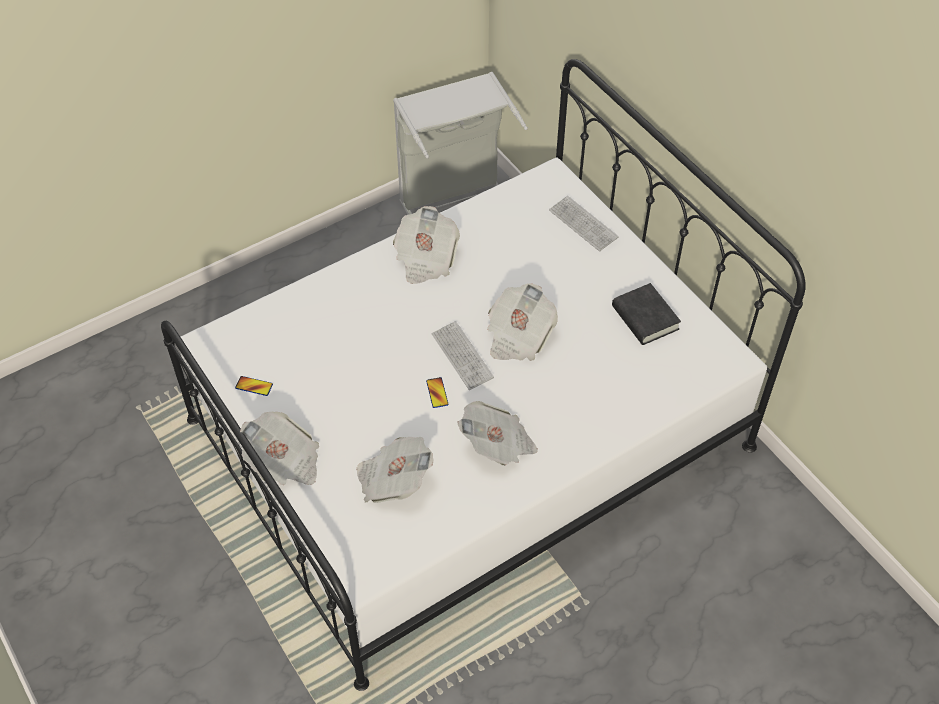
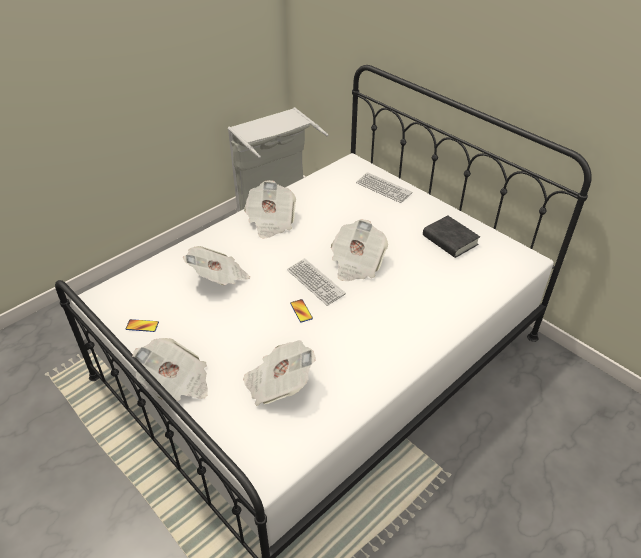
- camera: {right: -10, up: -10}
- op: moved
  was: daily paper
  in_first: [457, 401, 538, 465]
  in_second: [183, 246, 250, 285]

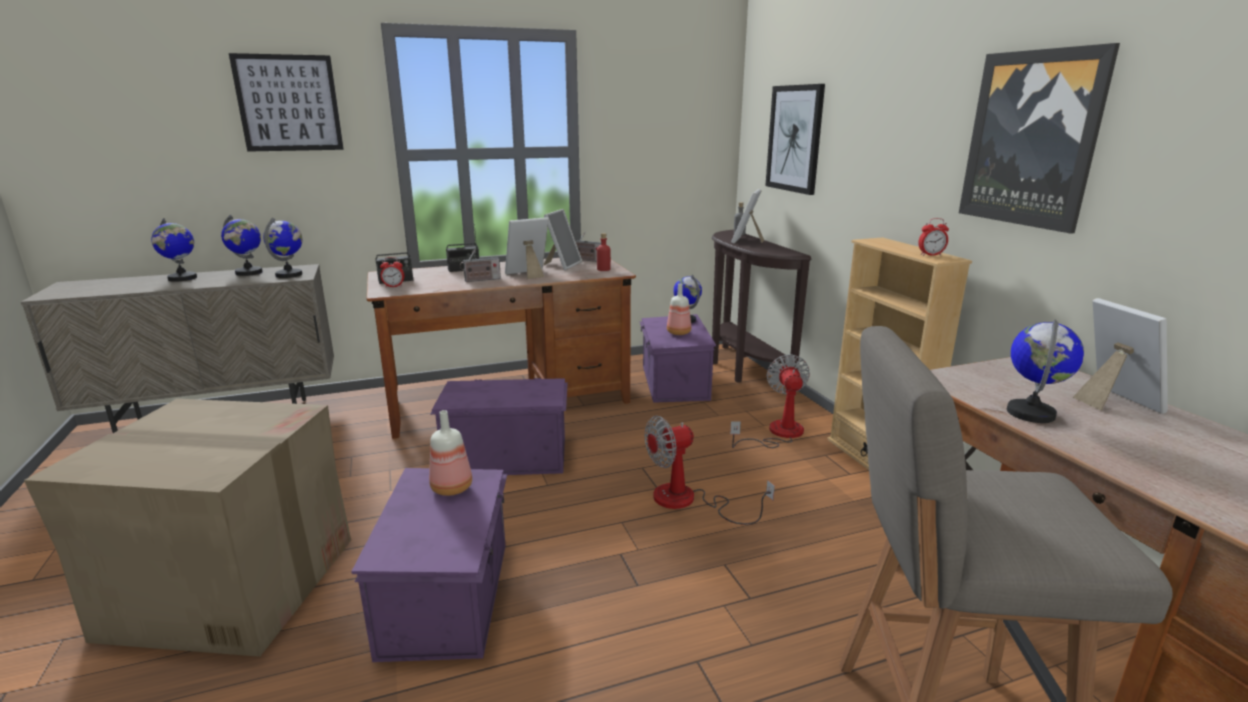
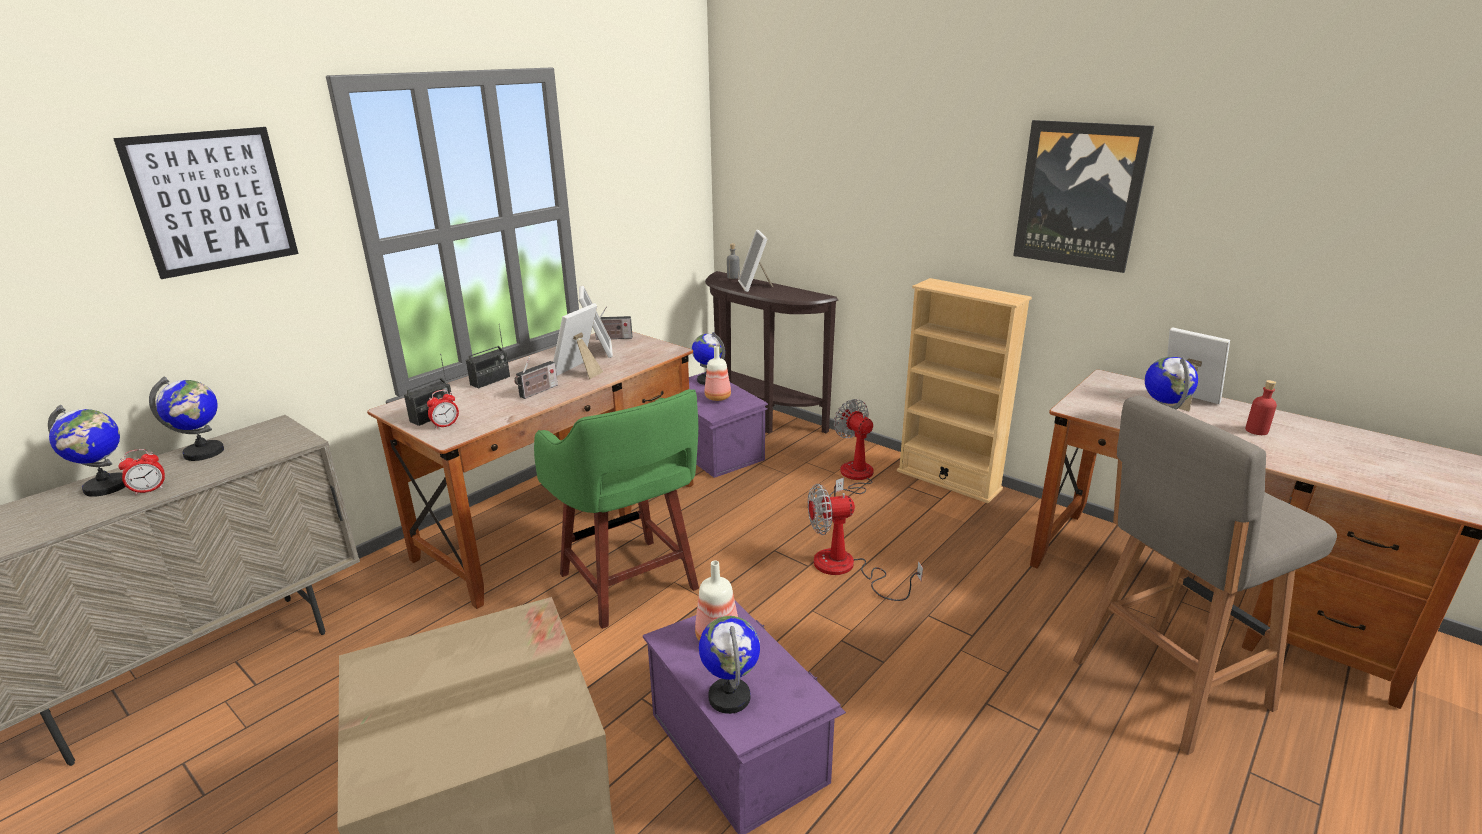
- camera: {right: -30, up: 5}
- op: removed
  was: picture
  in_first: [765, 84, 825, 195]
- op: moved
  was: desk globe
  in_first: [263, 218, 302, 278]
  in_second: [699, 616, 760, 714]
- op: moved
  was: drink bottle in reddish
  in_first: [597, 233, 611, 271]
  in_second: [1245, 380, 1277, 435]
- op: moved
  was: alarm clock
  in_first: [918, 218, 949, 256]
  in_second: [118, 449, 165, 495]
- op: replaced
  was: storage box in purplish
  now: stool seat in green
  in_first: [430, 378, 568, 475]
  in_second: [534, 389, 699, 629]
- op: turned
  was: electric fan
  in_first: [645, 416, 775, 525]
  in_second: [808, 484, 923, 601]
  clockwise: 45

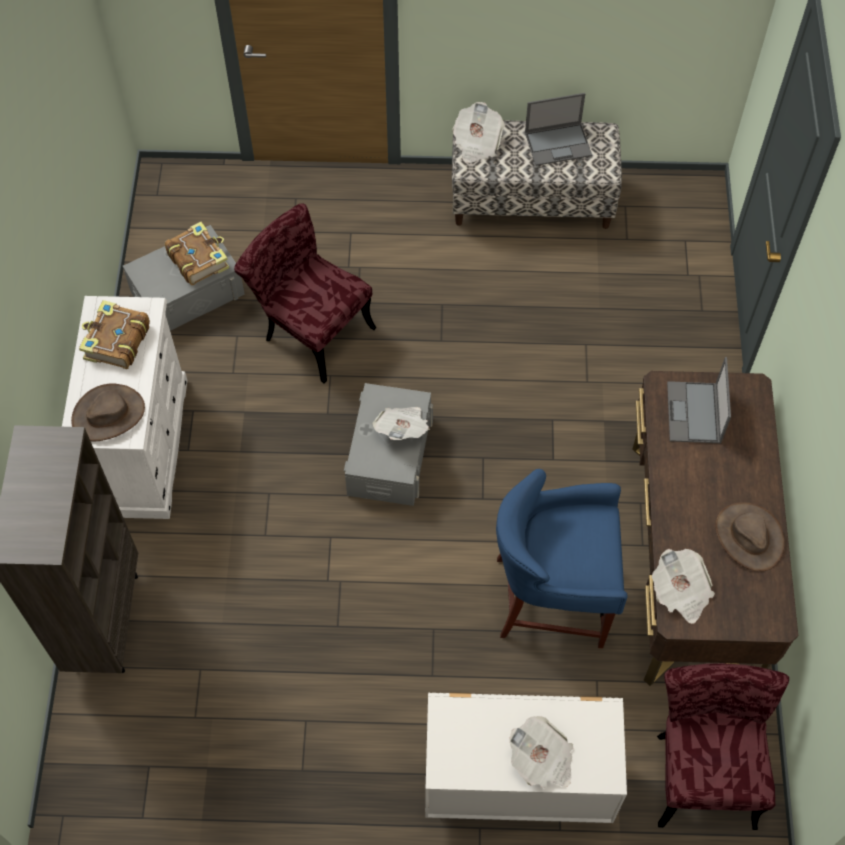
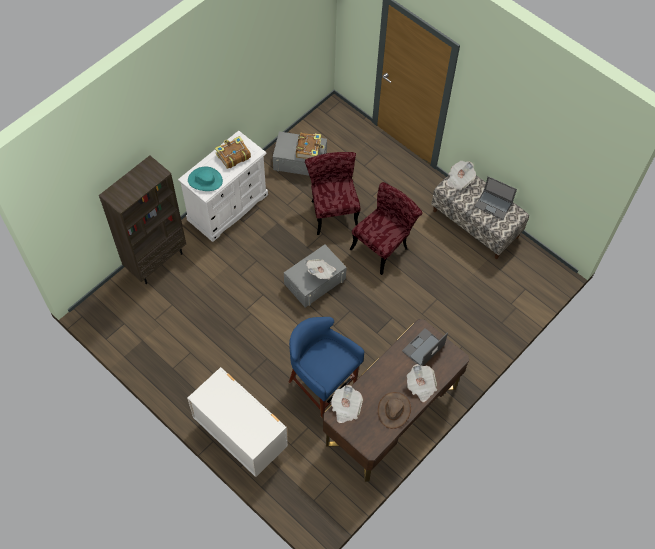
- camera: {right: 40, up: 0}
- op: moved
  was: daily paper
  in_first: [509, 716, 573, 788]
  in_second: [407, 364, 437, 402]
- op: moved
  was: chair in reddish
  in_first: [657, 663, 789, 830]
  in_second: [350, 182, 423, 275]
- op: recoloured
  was: hat in brown-coloured
  now: hat in blue-green
  in_first: [71, 383, 145, 441]
  in_second: [188, 166, 223, 191]

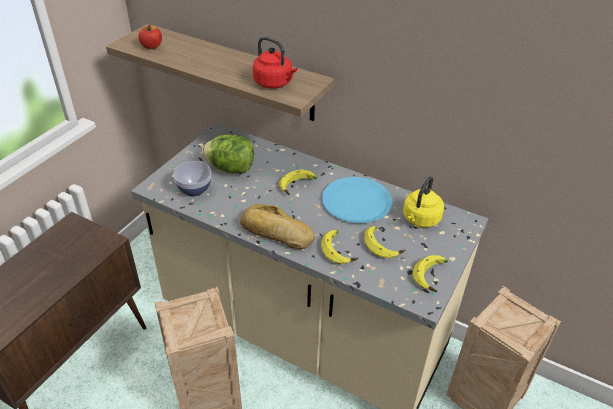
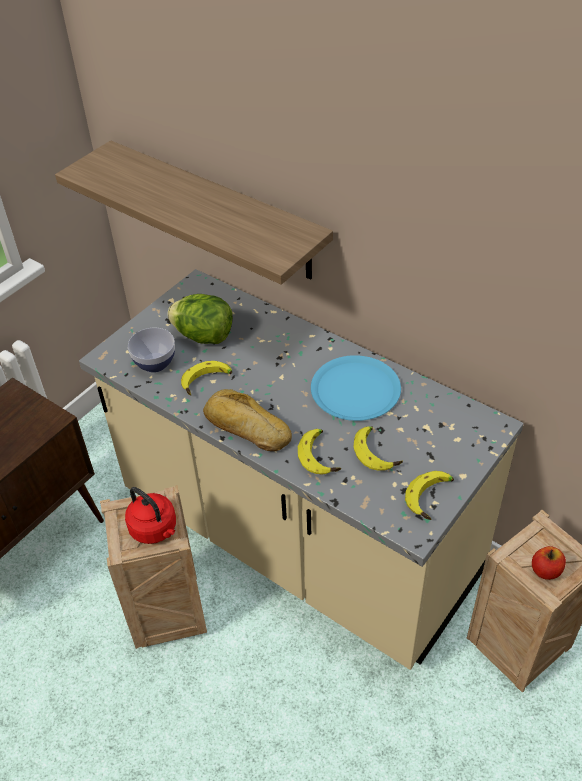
- camera: {right: 10, up: 5}
- op: removed
  was: water kettle in yellowish
  in_first: [403, 176, 444, 228]
- op: moved
  was: whole apple
  in_first: [138, 25, 162, 49]
  in_second: [532, 546, 566, 580]
- op: moved
  was: water kettle in reddish
  in_first: [253, 37, 297, 89]
  in_second: [125, 487, 176, 544]
- op: moved
  was: banana
  in_first: [279, 170, 317, 195]
  in_second: [181, 361, 232, 396]

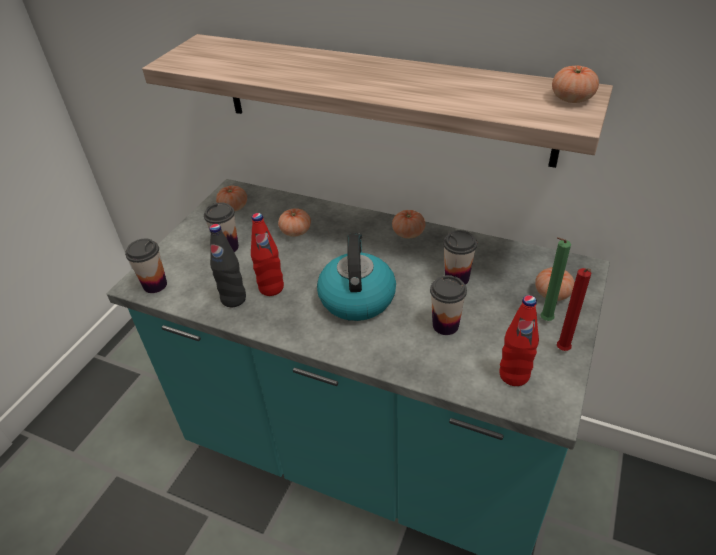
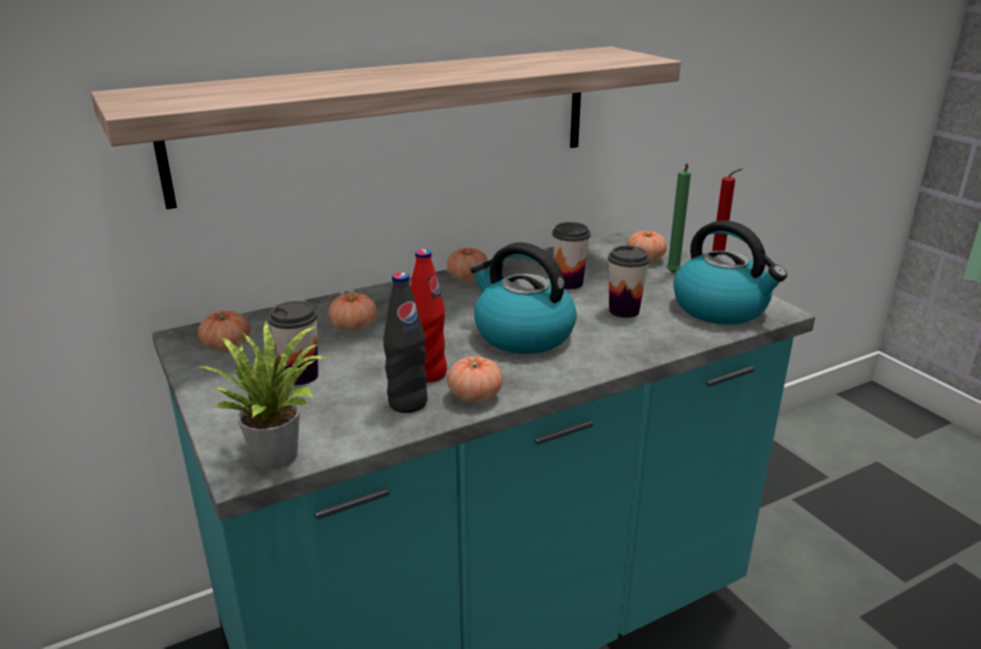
- camera: {right: -55, up: -15}
- op: moved
  was: fresh tomato
  in_first: [552, 65, 599, 103]
  in_second: [447, 356, 503, 403]
- op: replaced
  was: cup
  now: potted plant
  in_first: [125, 239, 167, 293]
  in_second: [198, 321, 328, 469]
- op: replaced
  was: drink bottle in reddish
  now: water kettle
  in_first: [499, 295, 539, 386]
  in_second: [673, 220, 787, 325]

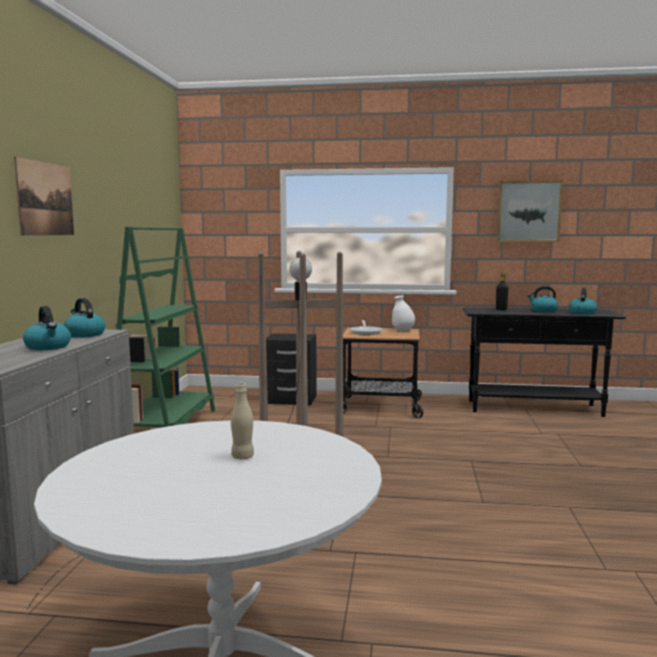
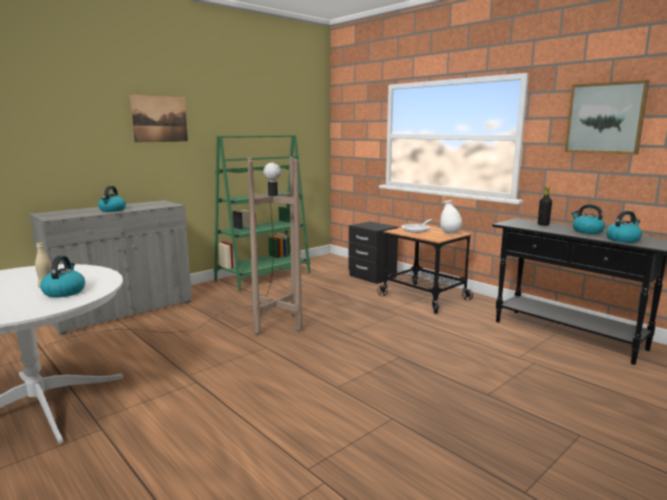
- camera: {right: 40, up: 5}
- op: moved
  was: water kettle
  in_first: [64, 298, 105, 338]
  in_second: [40, 256, 85, 298]

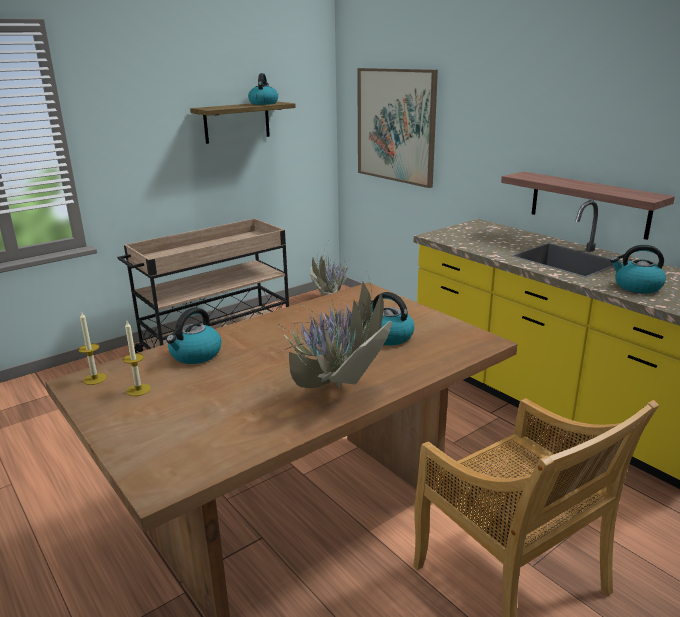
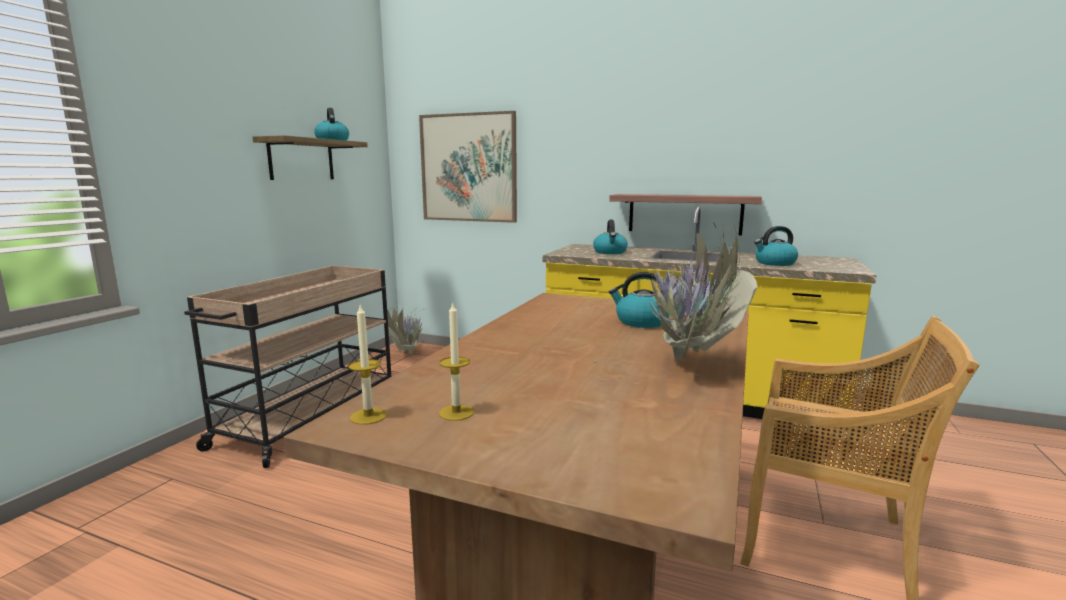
- camera: {right: -30, up: -10}
- op: moved
  was: water kettle
  in_first: [166, 307, 222, 364]
  in_second: [593, 220, 628, 254]

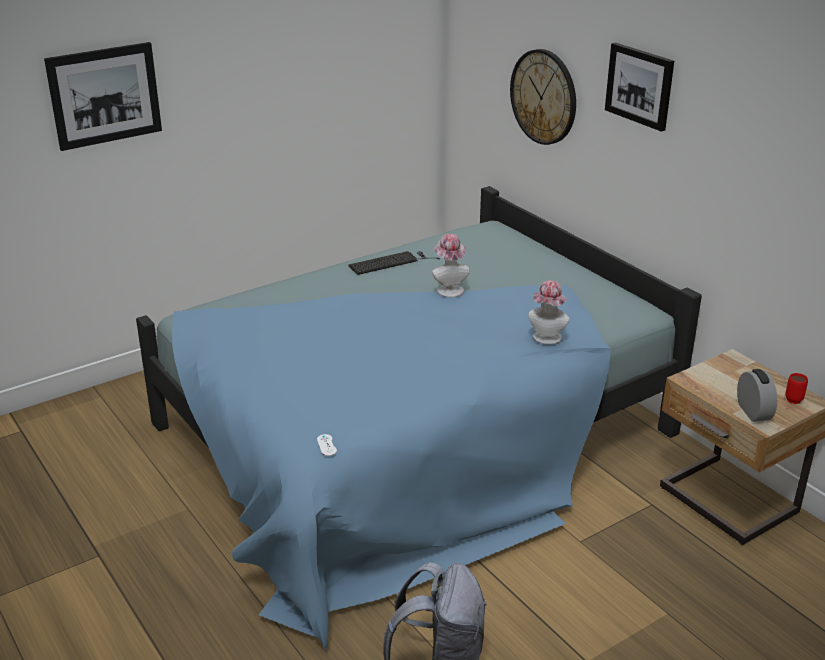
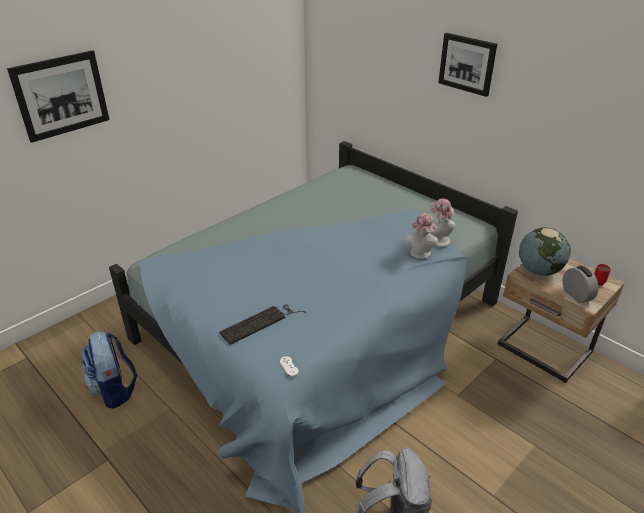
- camera: {right: -10, up: 5}
- op: removed
  was: wall clock
  in_first: [510, 49, 576, 145]
- op: added
  now: backpack
  in_second: [81, 331, 137, 409]
- op: added
  now: desk globe
  in_second: [519, 227, 571, 276]
- op: moved
  was: keyboard
  in_first: [349, 251, 440, 275]
  in_second: [219, 305, 306, 345]
- op: moved
  was: hat
  in_first: [432, 234, 470, 297]
  in_second: [430, 199, 455, 246]

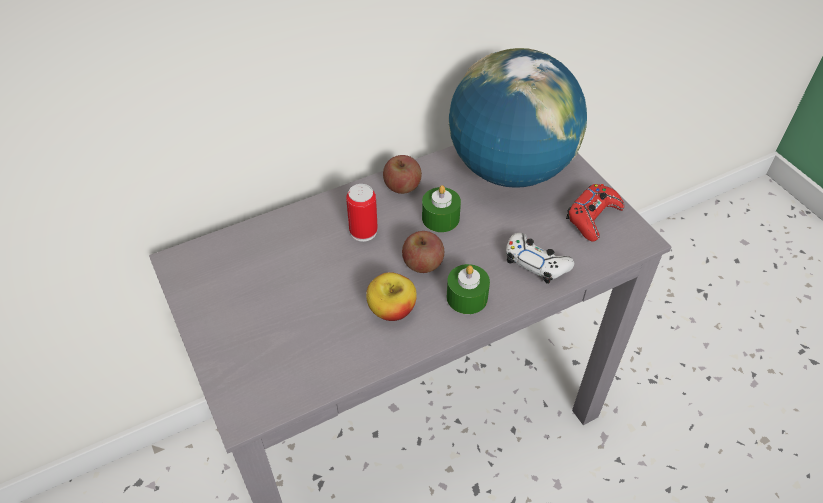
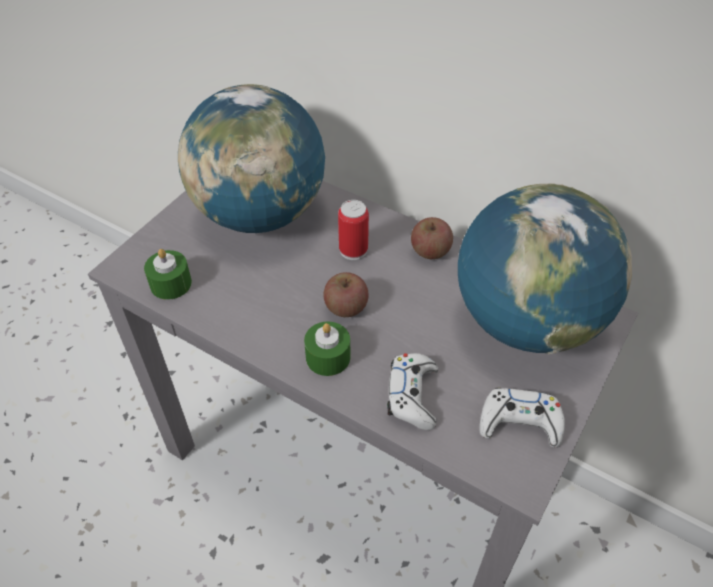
- camera: {right: 60, up: 0}
- op: removed
  was: whole apple
  in_first: [366, 272, 417, 321]
- op: added
  now: desk globe
  in_second: [178, 84, 325, 233]
- op: moved
  was: wax light in green
  in_first: [422, 185, 461, 232]
  in_second: [144, 249, 192, 300]
- op: recoloured
  was: gamepad in reddish
  now: gamepad in white
  in_first: [566, 184, 624, 242]
  in_second: [479, 388, 565, 448]

